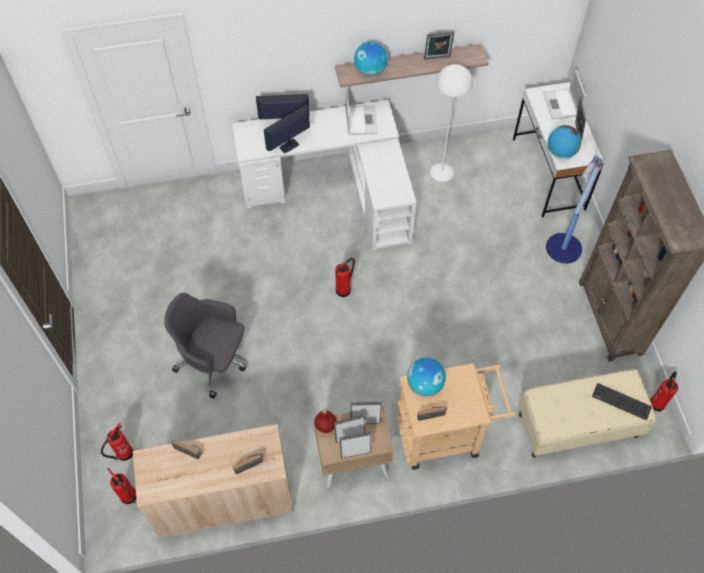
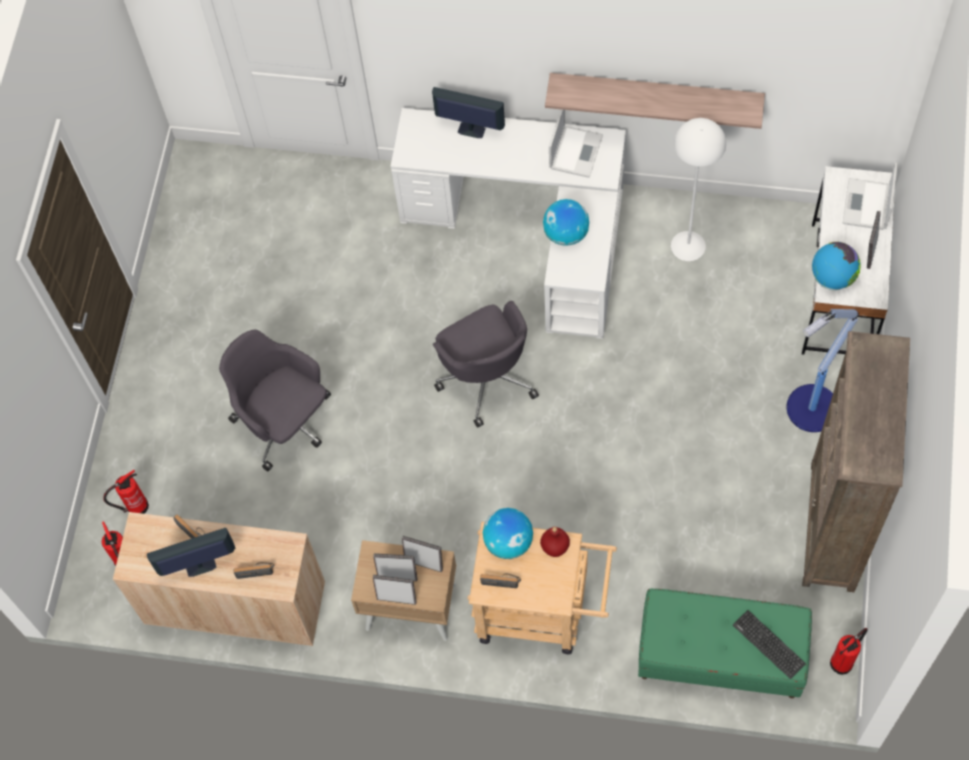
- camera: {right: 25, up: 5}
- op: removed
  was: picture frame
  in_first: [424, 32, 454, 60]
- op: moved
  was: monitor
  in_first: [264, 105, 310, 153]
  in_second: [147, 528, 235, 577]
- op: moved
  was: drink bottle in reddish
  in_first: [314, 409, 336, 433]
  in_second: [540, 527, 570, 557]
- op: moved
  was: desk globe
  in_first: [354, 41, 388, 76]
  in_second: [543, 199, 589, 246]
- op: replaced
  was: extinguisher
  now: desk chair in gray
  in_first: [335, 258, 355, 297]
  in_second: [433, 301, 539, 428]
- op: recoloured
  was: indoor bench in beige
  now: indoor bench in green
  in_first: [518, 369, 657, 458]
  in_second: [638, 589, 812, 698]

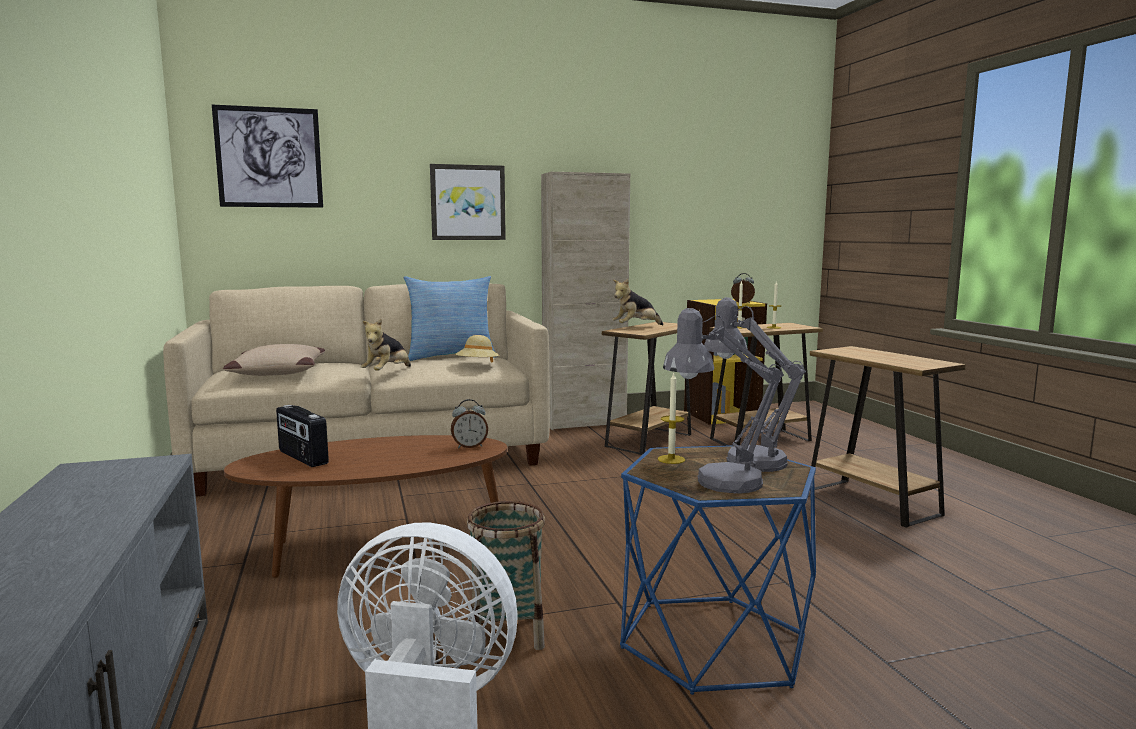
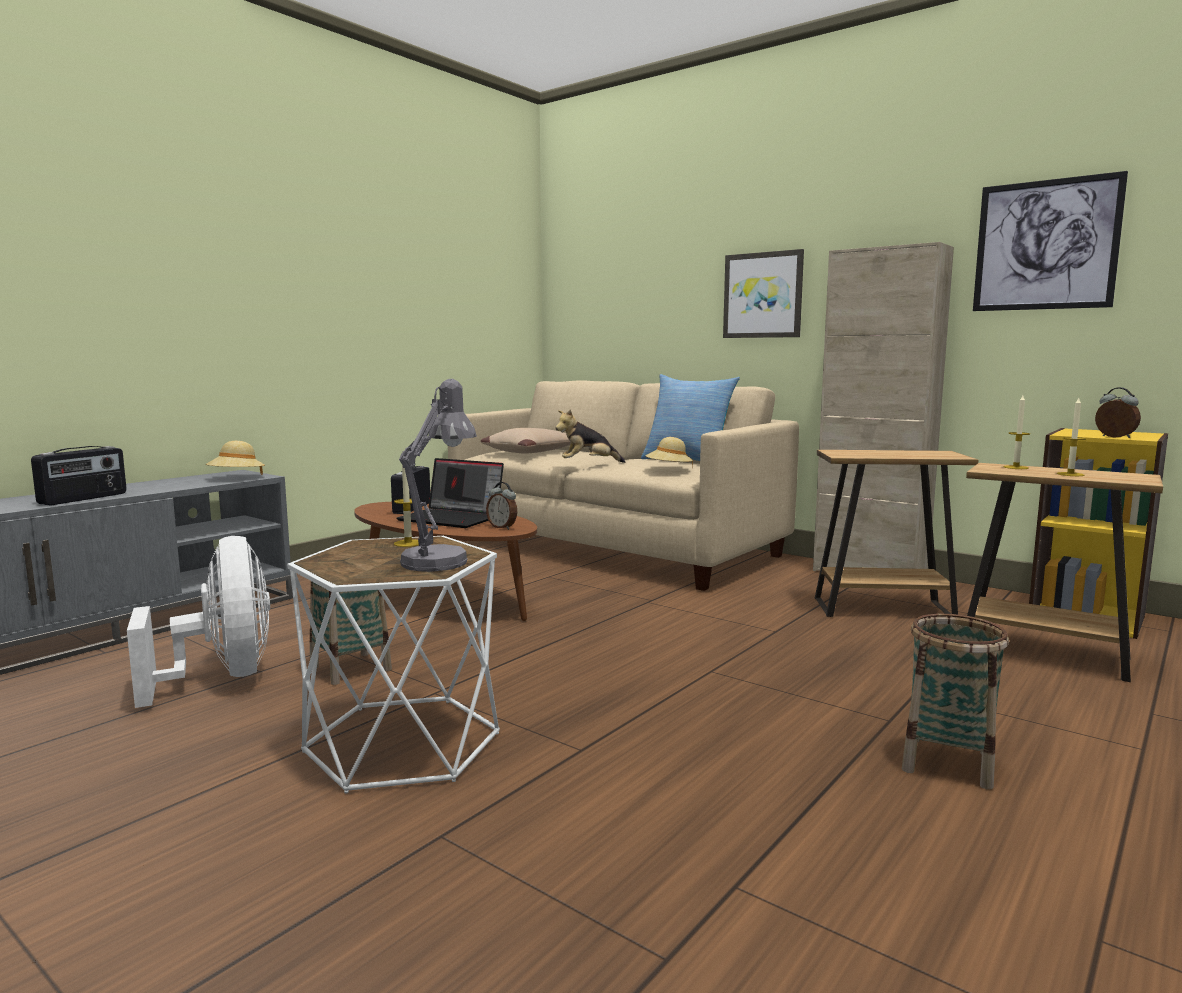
- camera: {right: 55, up: 0}
- op: removed
  was: soft toy
  in_first: [612, 279, 663, 325]
- op: removed
  was: table lamp in gray
  in_first: [663, 308, 784, 494]
- op: added
  now: radio set
  in_second: [31, 446, 127, 505]
- op: added
  now: hat in beige
  in_second: [206, 441, 265, 475]
- op: added
  now: portable computer
  in_second: [397, 458, 504, 528]
- op: moved
  was: picture
  in_first: [212, 105, 323, 208]
  in_second: [973, 171, 1128, 311]
- op: replaced
  was: accent table in brown-coloured
  now: basket
  in_first: [810, 346, 966, 528]
  in_second: [902, 614, 1009, 789]
- op: recoloured
  was: accent table in blue-coloured
  now: accent table in white
  in_first: [620, 445, 816, 695]
  in_second: [287, 536, 500, 793]

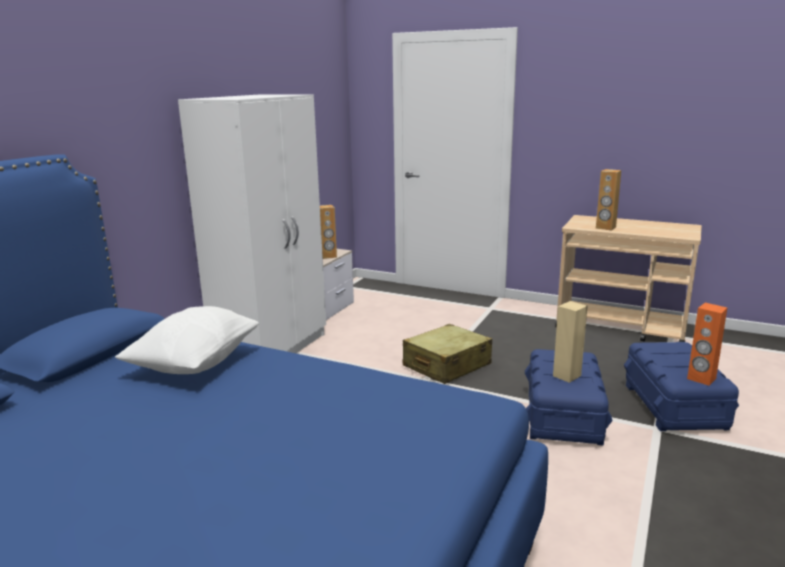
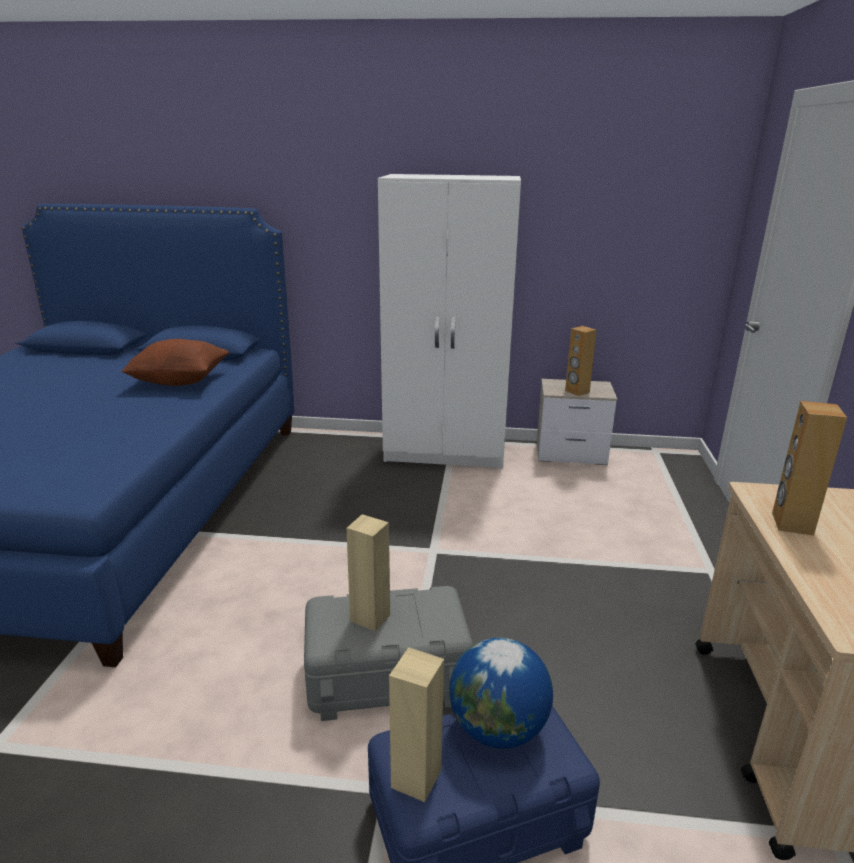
- camera: {right: 70, up: 5}
- op: removed
  was: travel case in beige
  in_first: [403, 324, 492, 384]
- op: added
  now: desk globe
  in_second: [449, 637, 553, 749]
- op: recoloured
  was: pillow in white
  now: pillow in brown-coloured
  in_first: [115, 306, 259, 374]
  in_second: [121, 339, 230, 386]
- op: recoloured
  was: storage box in blue-coloured
  now: storage box in gray
  in_first: [525, 349, 612, 446]
  in_second: [304, 586, 473, 721]
- op: recoloured
  was: speaker in orange-coloured
  now: speaker in beige
  in_first: [687, 303, 727, 386]
  in_second: [389, 647, 444, 802]

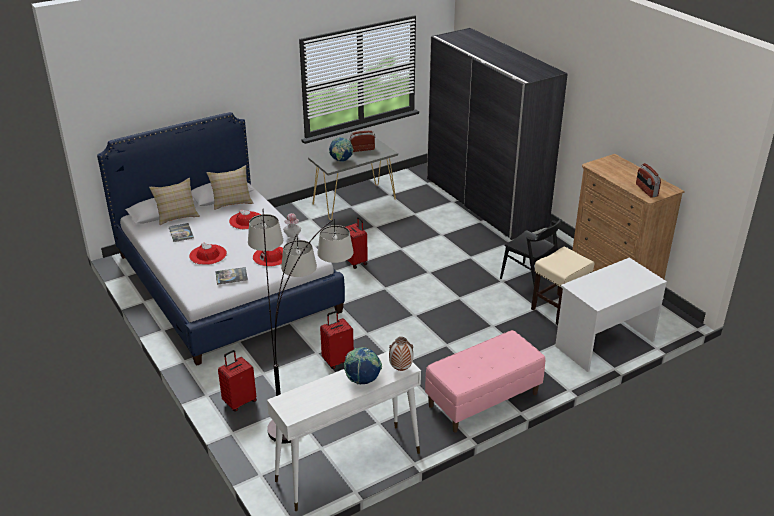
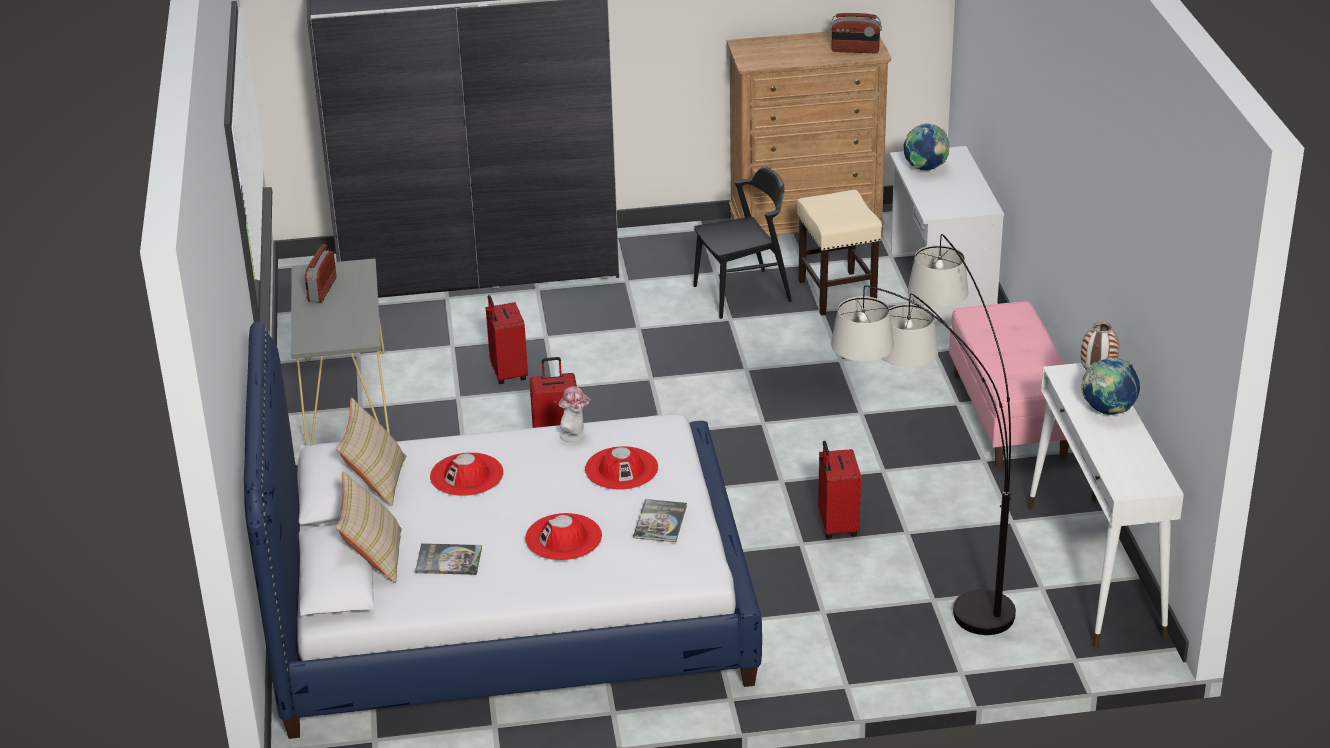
- camera: {right: -65, up: 0}
- op: moved
  was: travel case in reddish
  in_first: [218, 350, 257, 411]
  in_second: [486, 295, 528, 384]
- op: moved
  was: desk globe
  in_first: [329, 137, 353, 162]
  in_second: [904, 123, 950, 171]

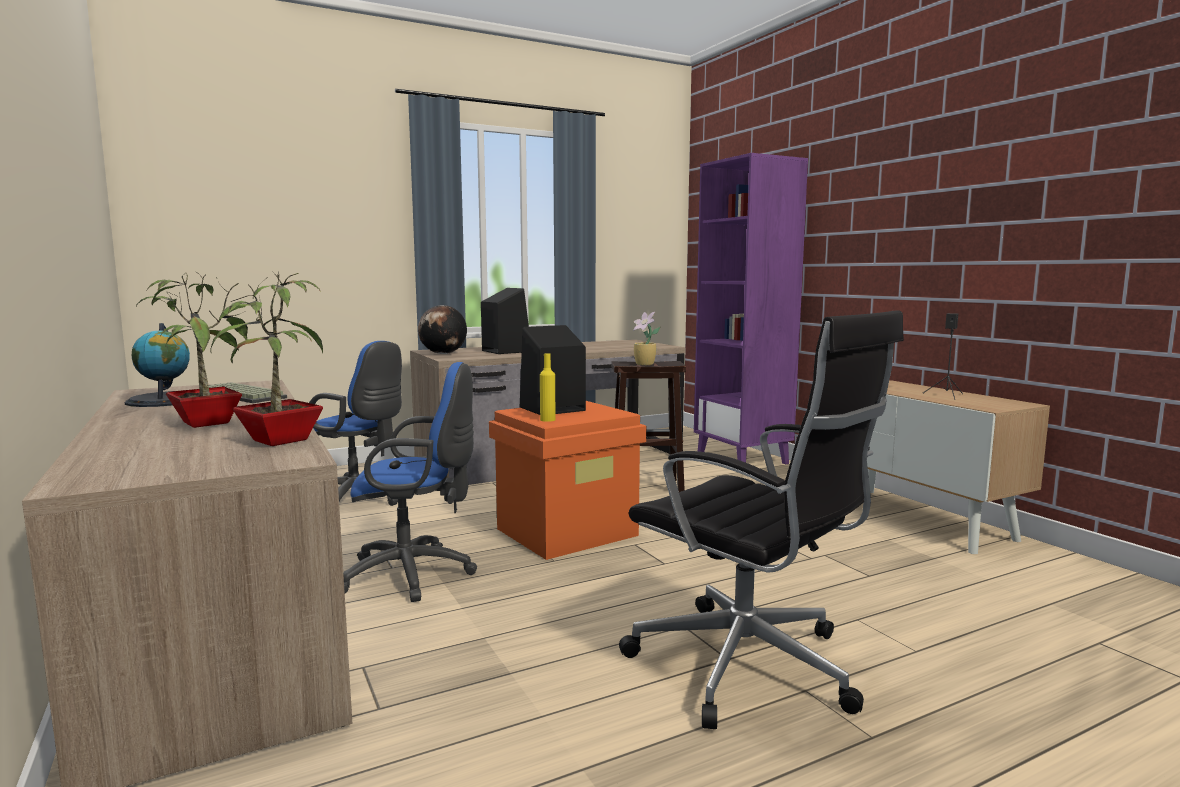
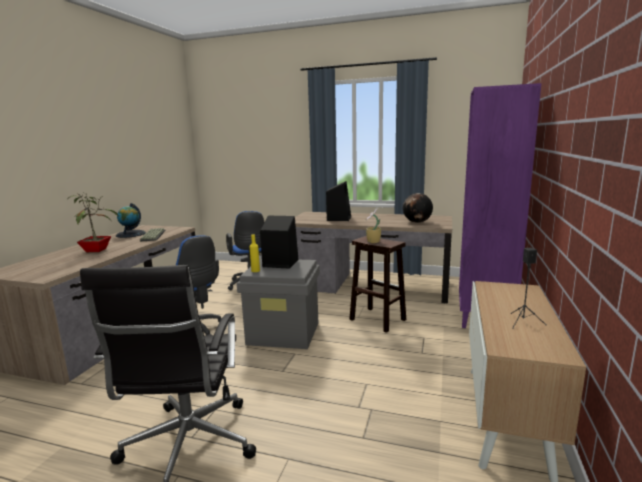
- camera: {right: 45, up: 5}
- op: removed
  was: potted plant
  in_first: [210, 272, 323, 446]
- op: moved
  was: desk globe
  in_first: [418, 305, 467, 354]
  in_second: [403, 193, 433, 223]
- op: recoloured
  was: storage box in orange-coloured
  now: storage box in gray
  in_first: [489, 401, 646, 560]
  in_second: [236, 259, 320, 349]

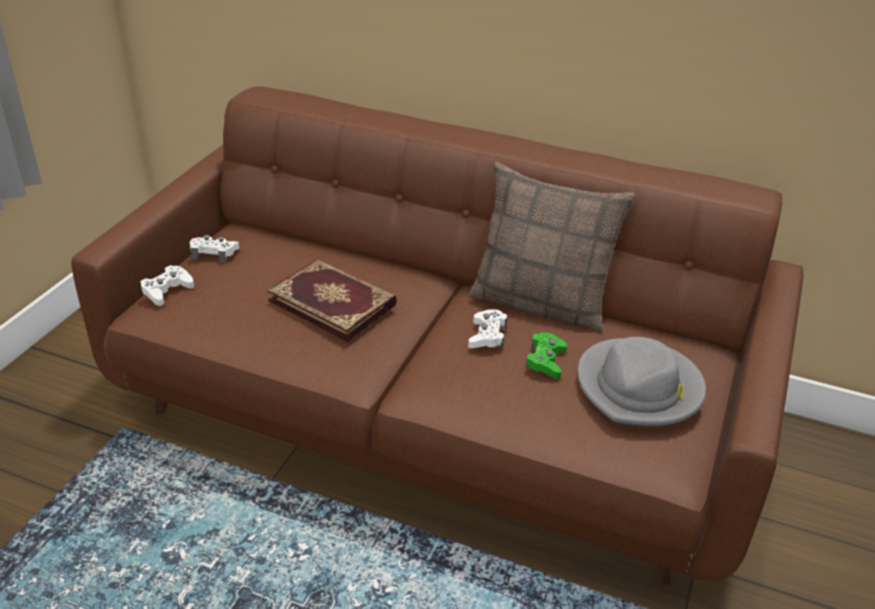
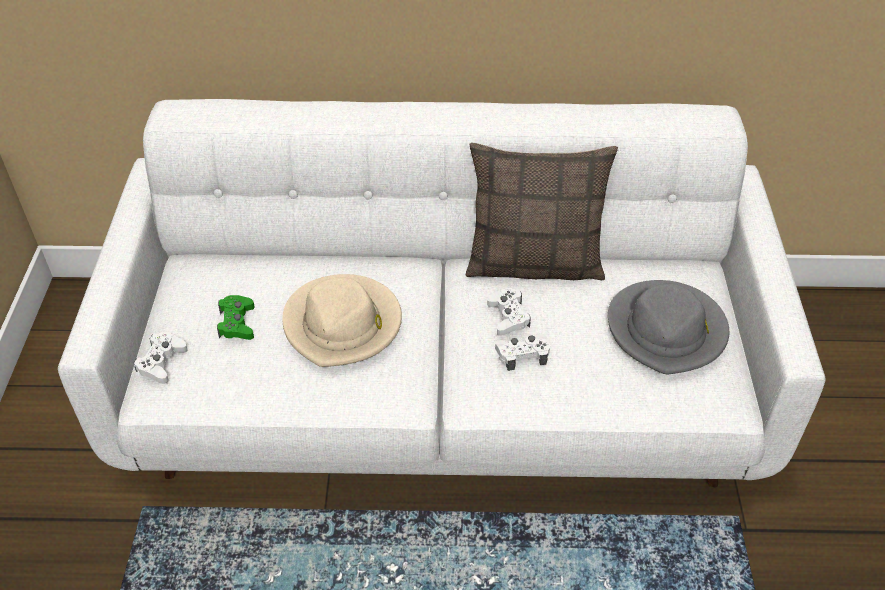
- camera: {right: -20, up: 10}
- op: moved
  was: gamepad in white
  in_first: [190, 235, 239, 263]
  in_second: [495, 334, 550, 371]
- op: moved
  was: gamepad in green
  in_first: [525, 332, 567, 379]
  in_second: [217, 295, 255, 340]
- op: replaced
  was: volume
  now: hat in beige
  in_first: [267, 259, 397, 342]
  in_second: [282, 274, 402, 367]
- op: recoloured
  was: settee in brown-coloured
  now: settee in white
  in_first: [71, 86, 803, 584]
  in_second: [58, 99, 826, 487]

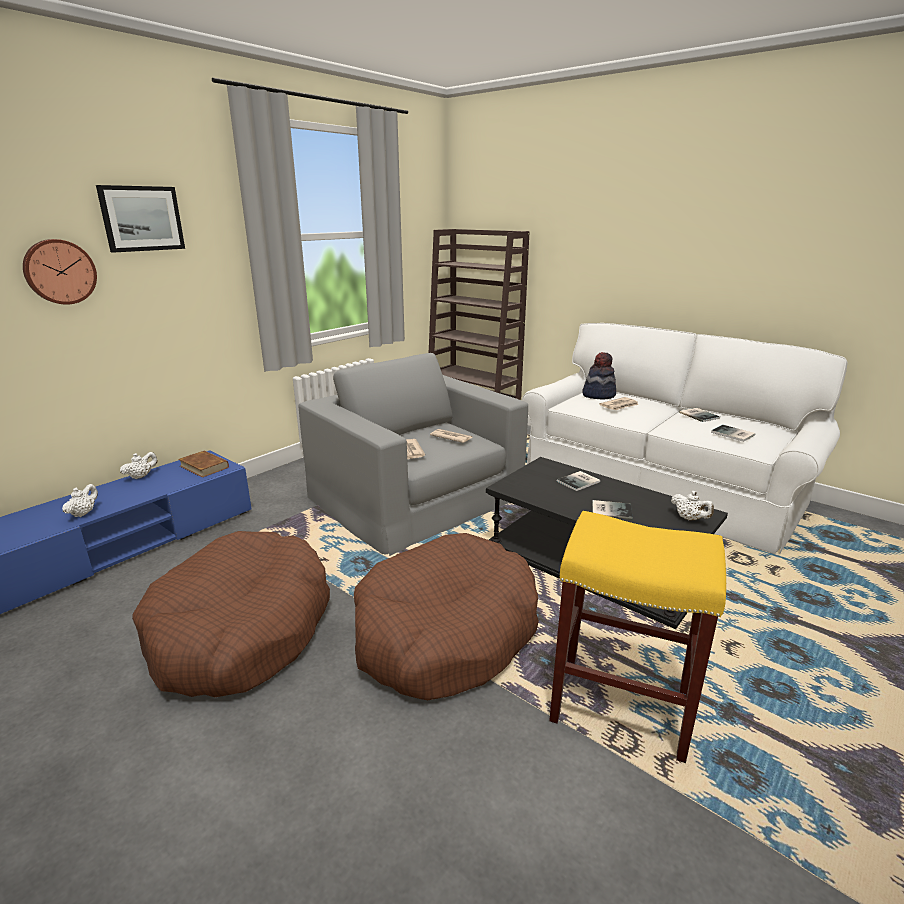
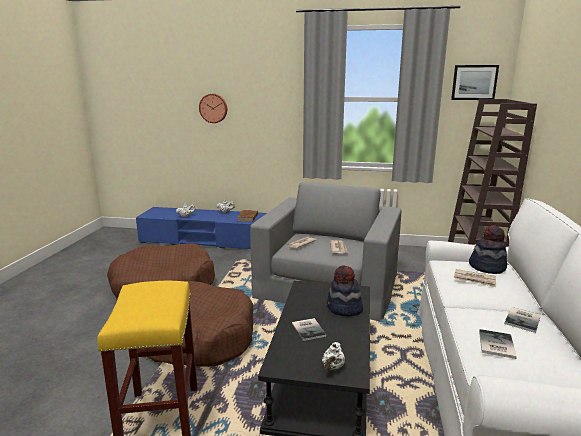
- camera: {right: 60, up: -5}
- op: moved
  was: picture
  in_first: [96, 185, 185, 253]
  in_second: [451, 65, 499, 100]
- op: replaced
  was: volume
  now: hat
  in_first: [557, 471, 600, 491]
  in_second: [327, 265, 363, 316]

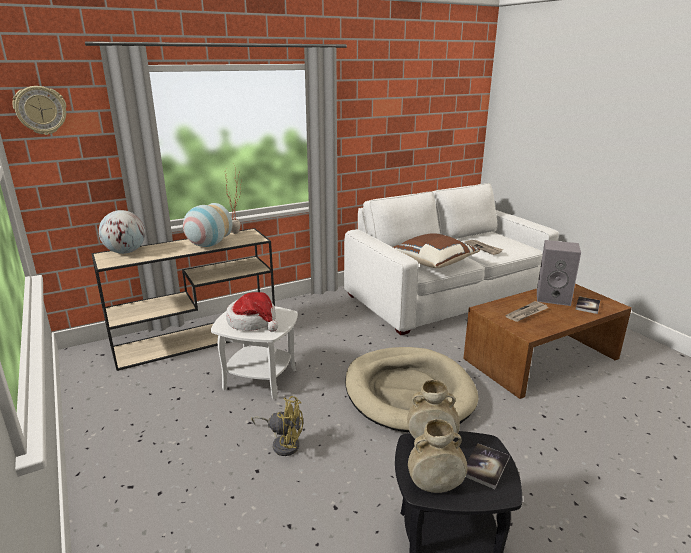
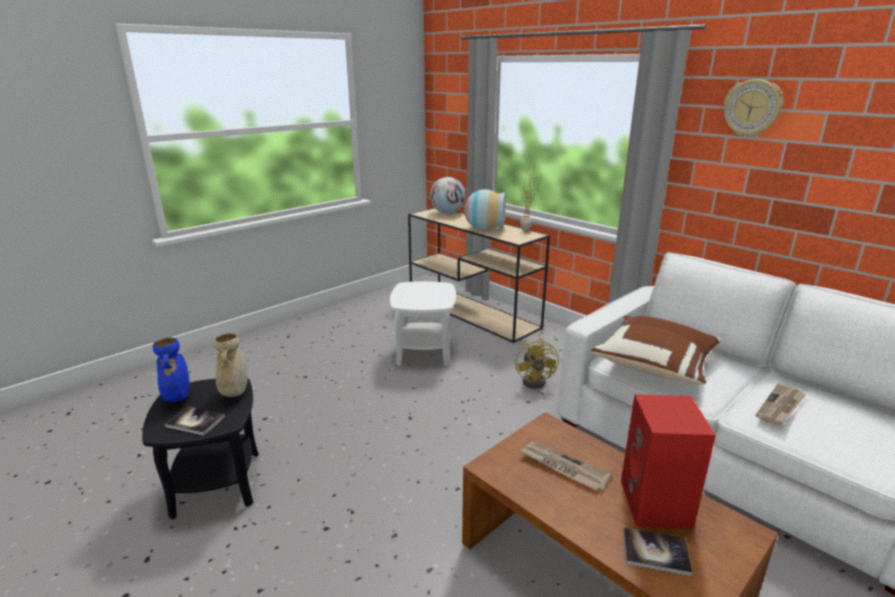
- camera: {right: 75, up: 0}
- op: removed
  was: hat
  in_first: [226, 292, 278, 332]
- op: removed
  was: dog cushion in beige
  in_first: [345, 347, 479, 433]
- op: moved
  was: wall clock
  in_first: [13, 86, 67, 135]
  in_second: [724, 79, 783, 137]
- op: moved
  was: electric fan in yellowish
  in_first: [251, 396, 303, 456]
  in_second: [515, 339, 559, 389]
- op: recoloured
  was: flower vase in beige
  now: flower vase in blue-coloured
  in_first: [408, 419, 467, 493]
  in_second: [153, 337, 189, 402]
- op: recoloured
  was: speaker in gray
  now: speaker in reddish
  in_first: [537, 240, 581, 306]
  in_second: [621, 394, 716, 529]

